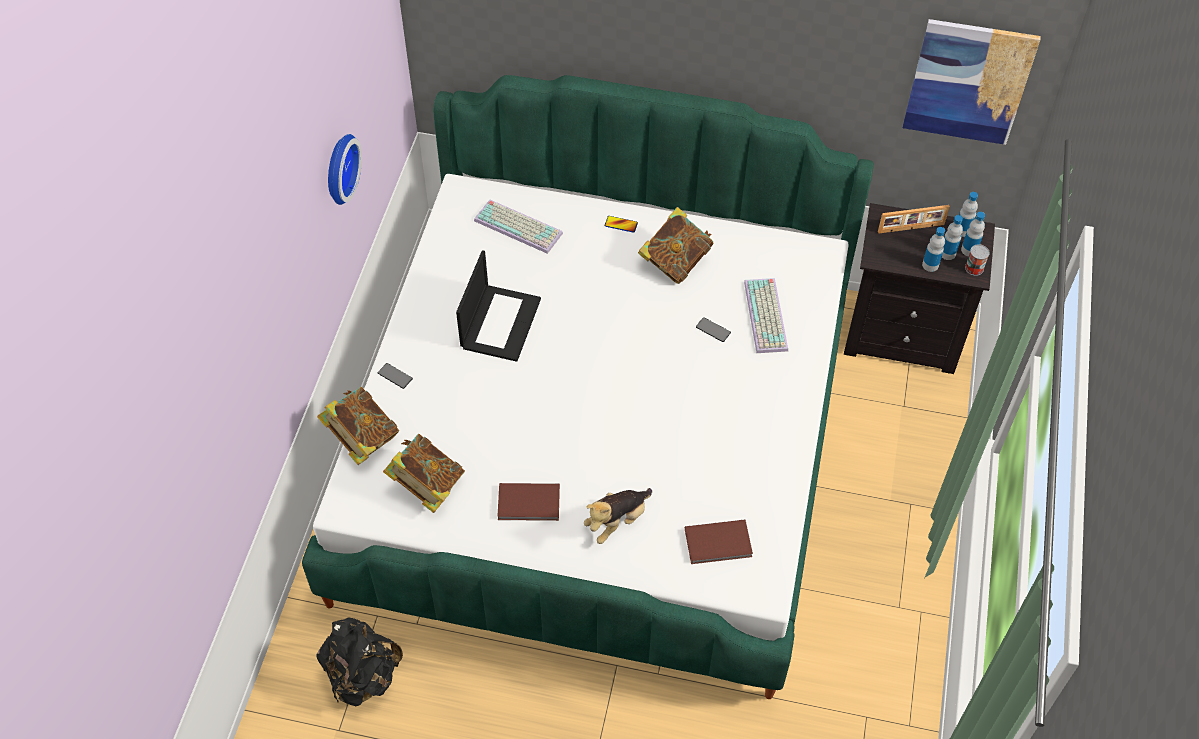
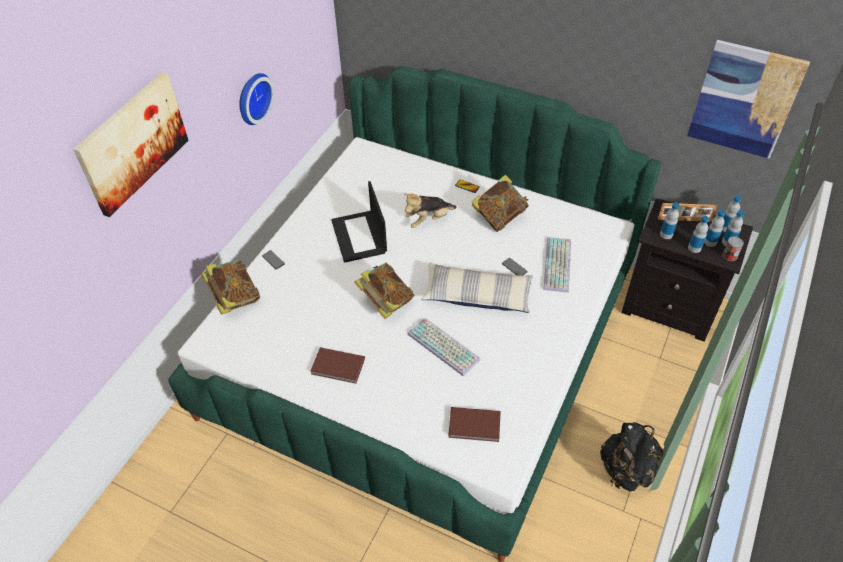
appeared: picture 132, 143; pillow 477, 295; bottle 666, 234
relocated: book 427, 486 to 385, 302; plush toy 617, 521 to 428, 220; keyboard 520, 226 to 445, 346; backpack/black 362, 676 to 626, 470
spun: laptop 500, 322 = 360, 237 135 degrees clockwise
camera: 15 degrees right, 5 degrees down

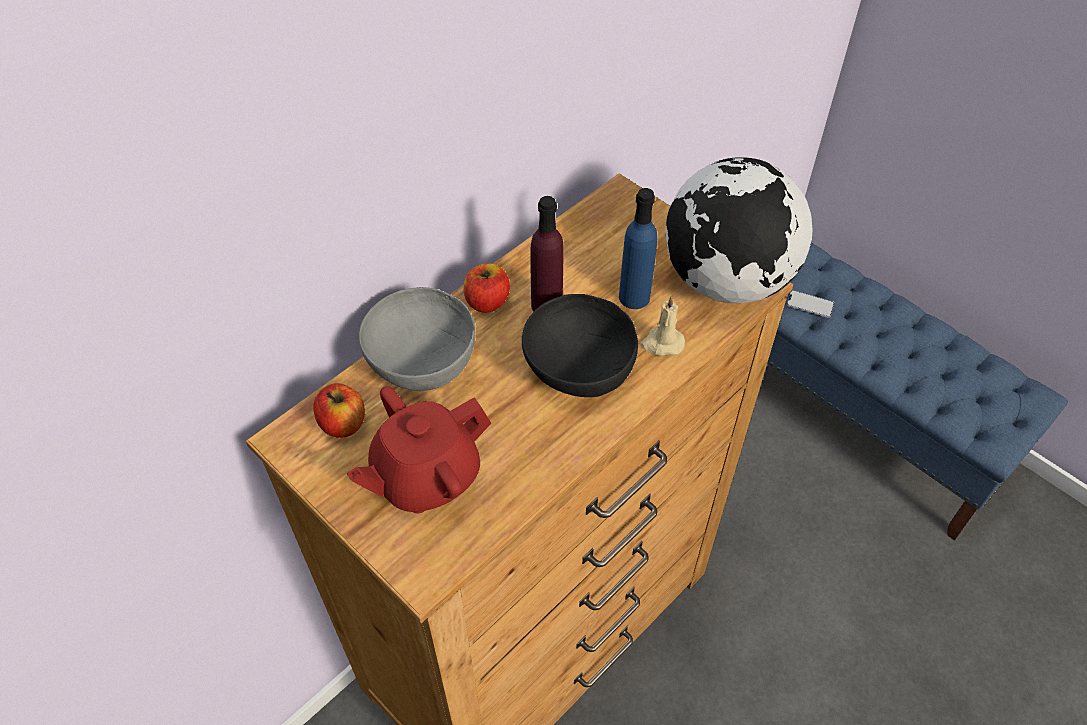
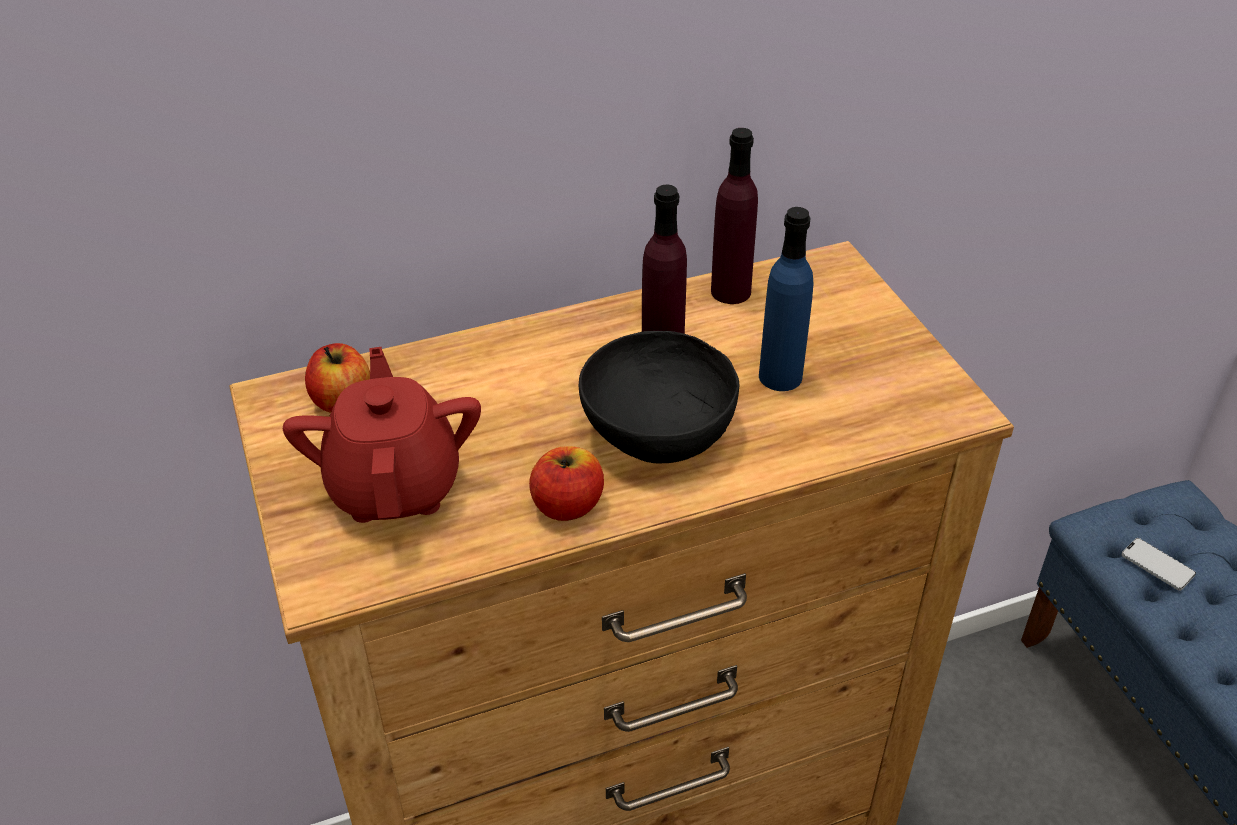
missing: bowl/grey 421, 360; candle/beige 662, 343; globe 726, 281
appeared: bottle/purple 730, 291
relocated: apple 487, 301 to 567, 505
spun: teapot/red 426, 477 = 395, 486 90 degrees clockwise
camera: 25 degrees right, 10 degrees down

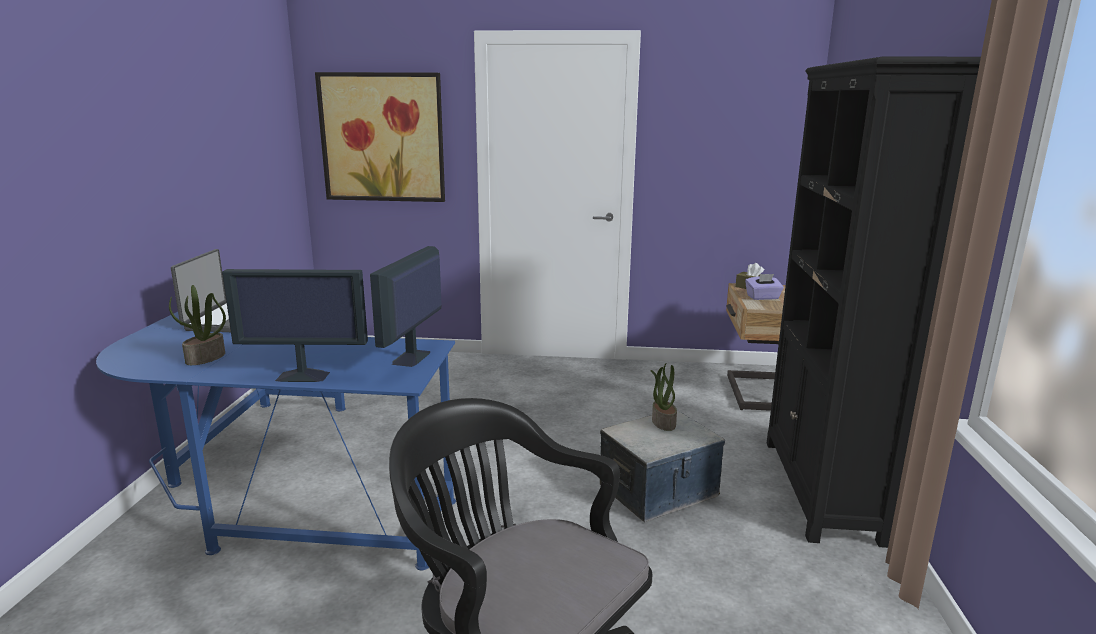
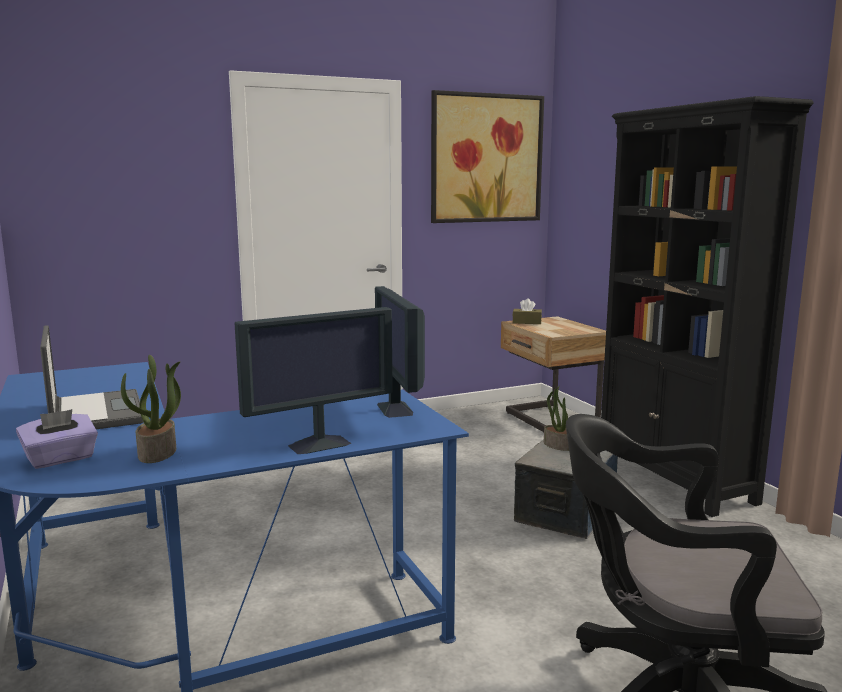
relocated: tissue box/purple 763, 297 to 60, 459; picture 382, 138 to 486, 158
camera: 30 degrees left, 5 degrees down

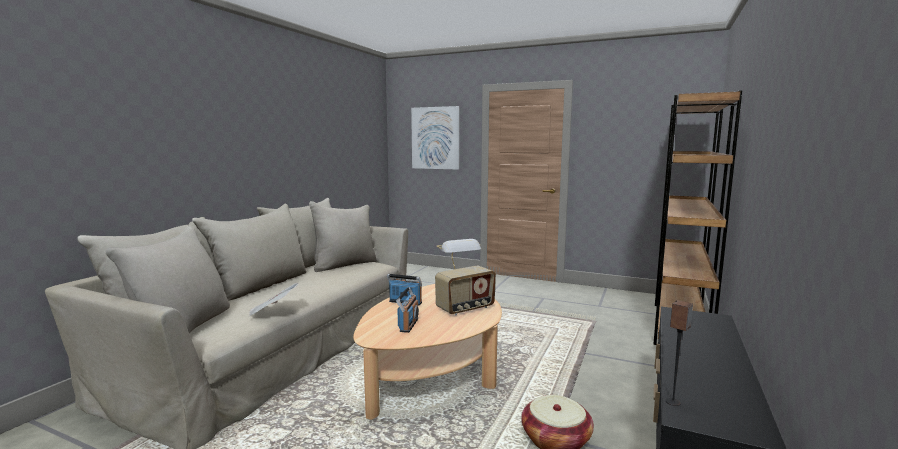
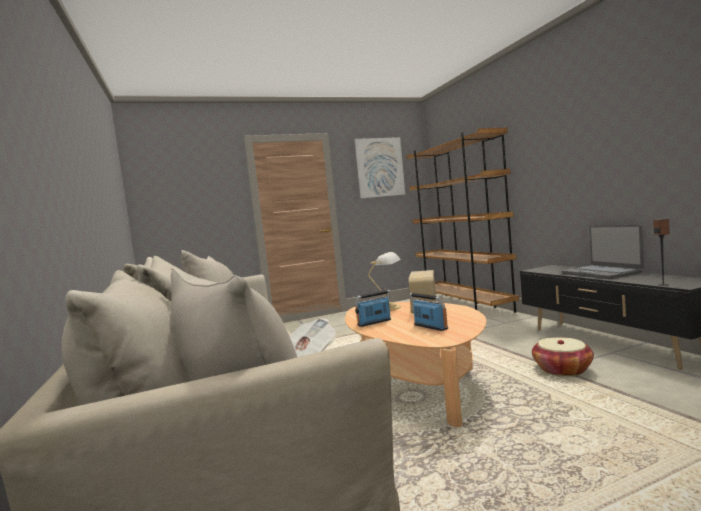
appeared: laptop 601, 273
relocated: picture 435, 138 to 380, 167
camera: 45 degrees left, 5 degrees down

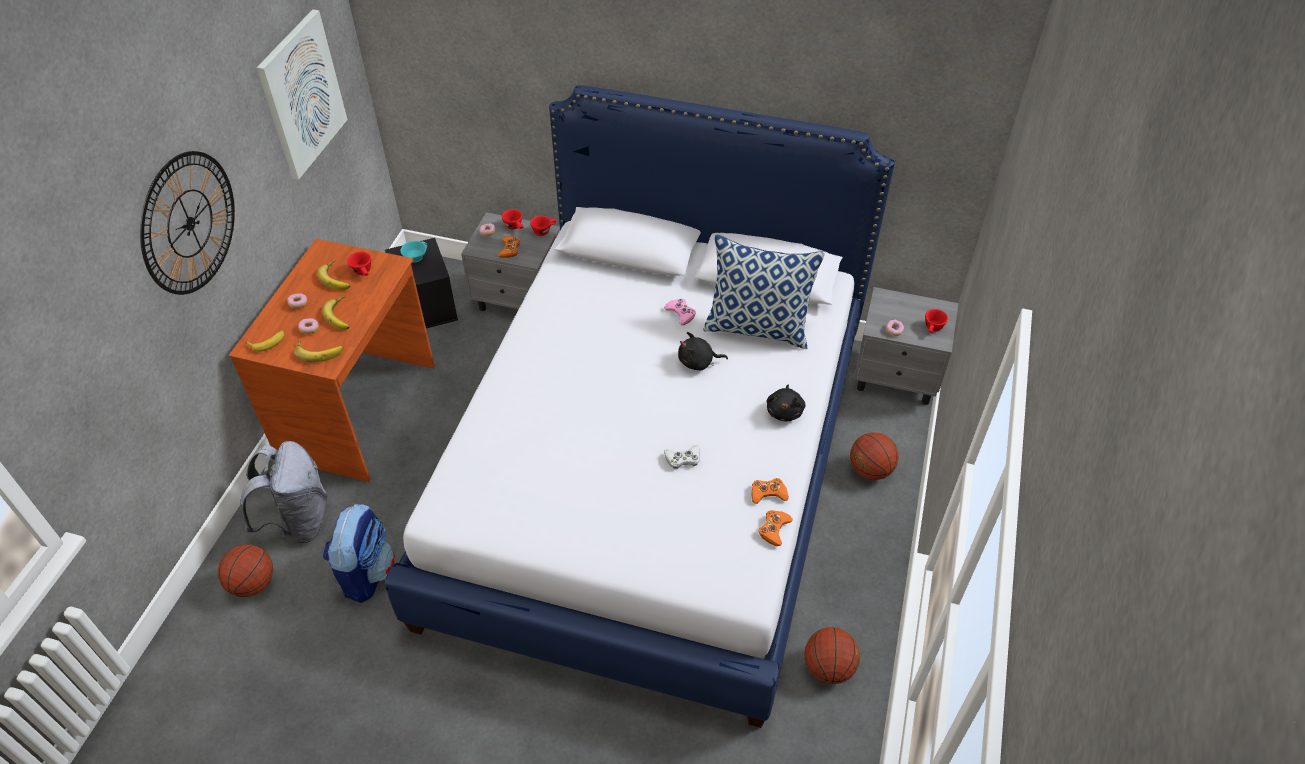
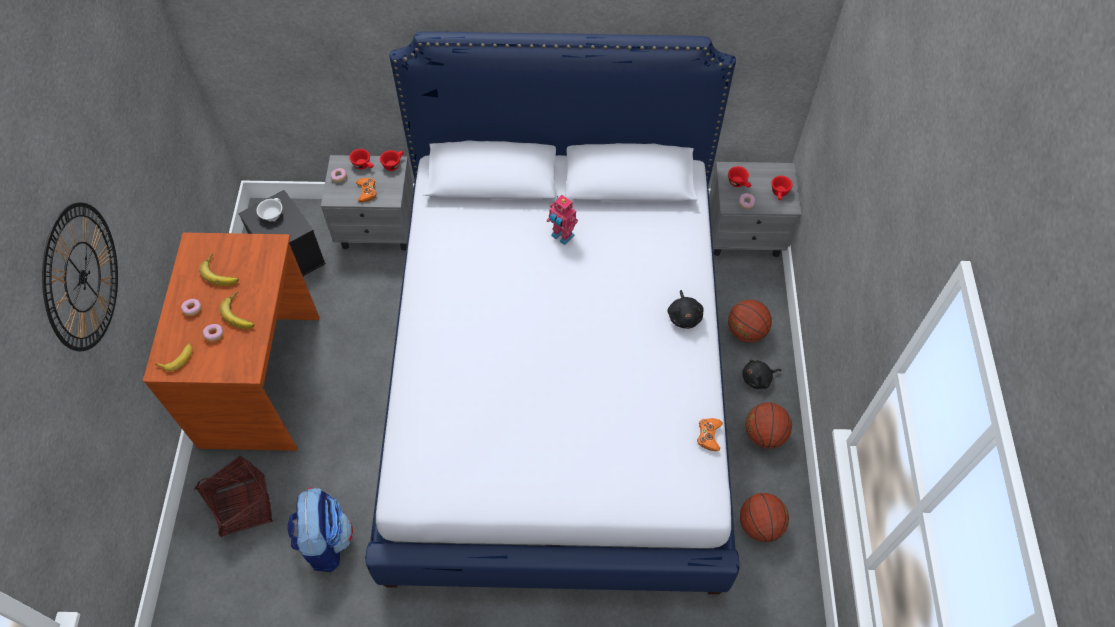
missing: picture 302, 95; banana 319, 351; game controller/white 683, 459; pillow 758, 328; game controller/orange 768, 493
relocated: cup/red 363, 272 to 739, 183; plush toy/black 698, 362 to 758, 378; basketball 253, 583 to 764, 434
exchanged: backpack/grey 299, 521 to basket 243, 506; game controller/pink 681, 313 to toy robot 561, 236
colour: cup/turquoise 415, 256 to cup/white 271, 214
camera: 15 degrees left, 10 degrees up

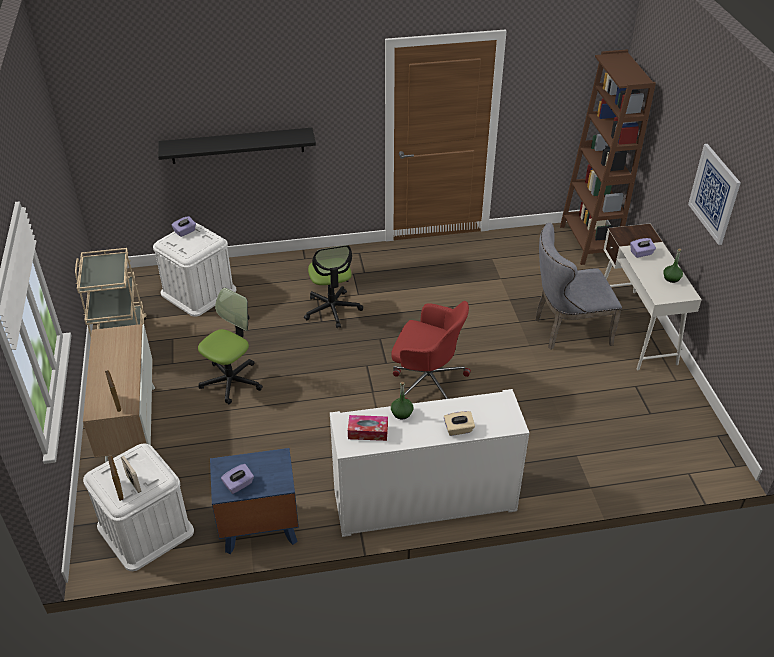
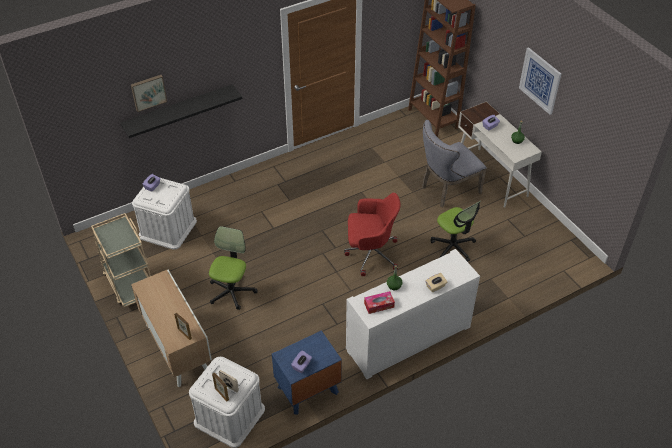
appeared: picture 148, 92
relocated: office chair 332, 309 to 453, 247
camera: 20 degrees left, 5 degrees up

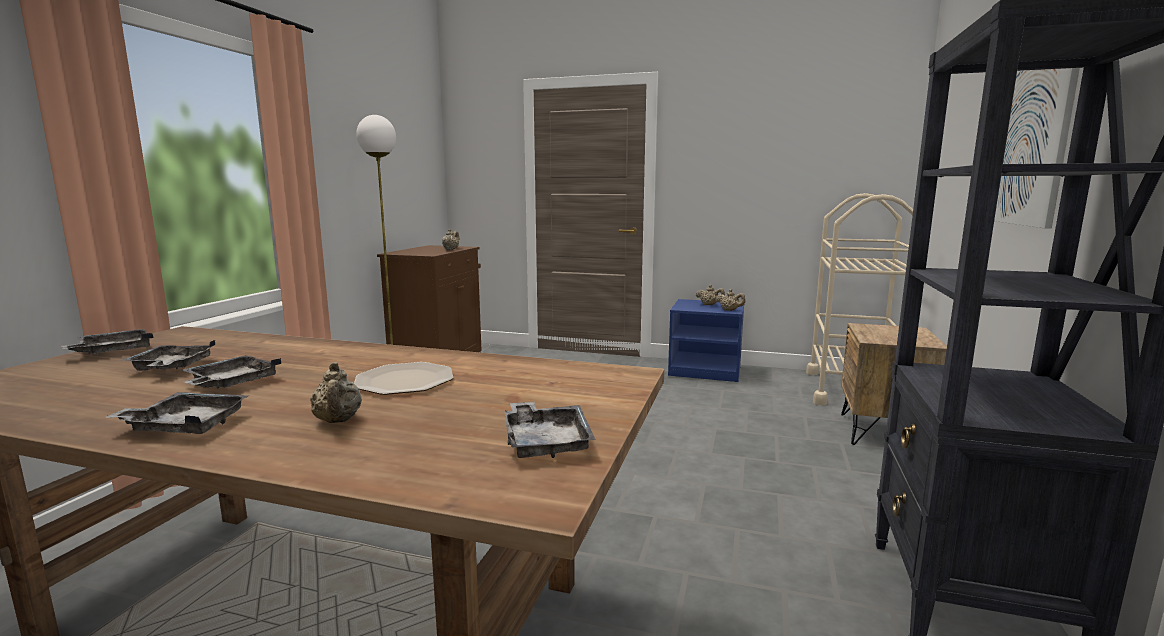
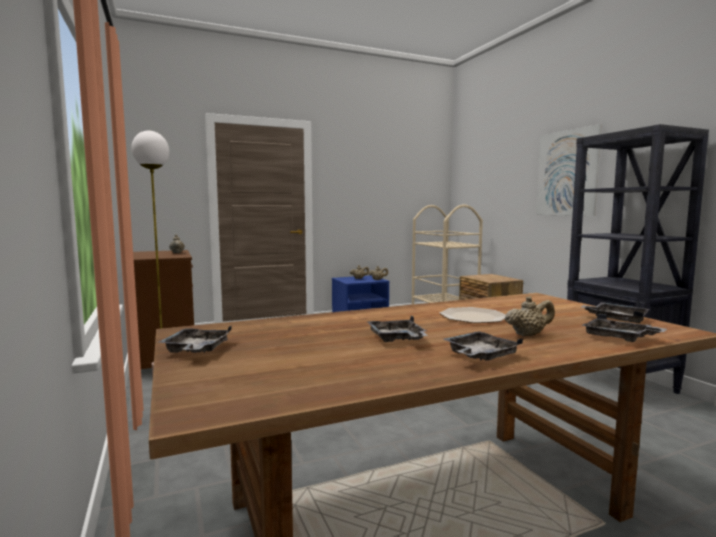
relocated: tray/grey 171, 367 to 619, 338
spun: teapot/beige 338, 421 = 528, 335 45 degrees counterclockwise
camera: 40 degrees left, 5 degrees down

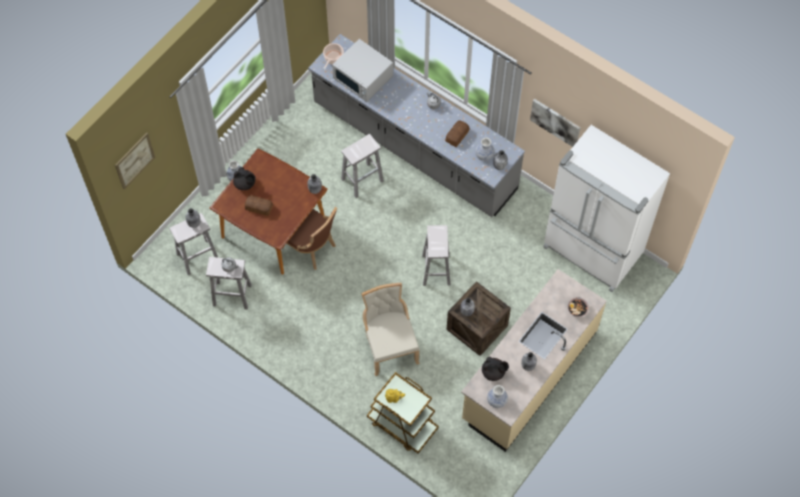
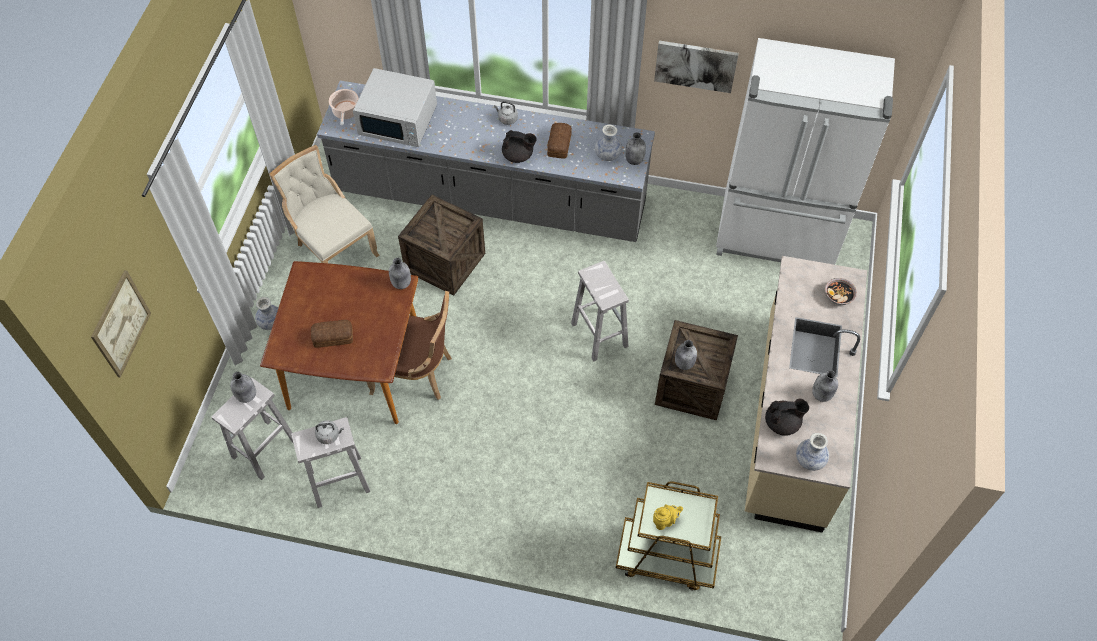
relocated: chair/beige 389, 345 to 333, 250; teapot/black 245, 184 to 518, 156
exchanged: stool/white 362, 180 to crate 445, 262
camera: 25 degrees left, 5 degrees down

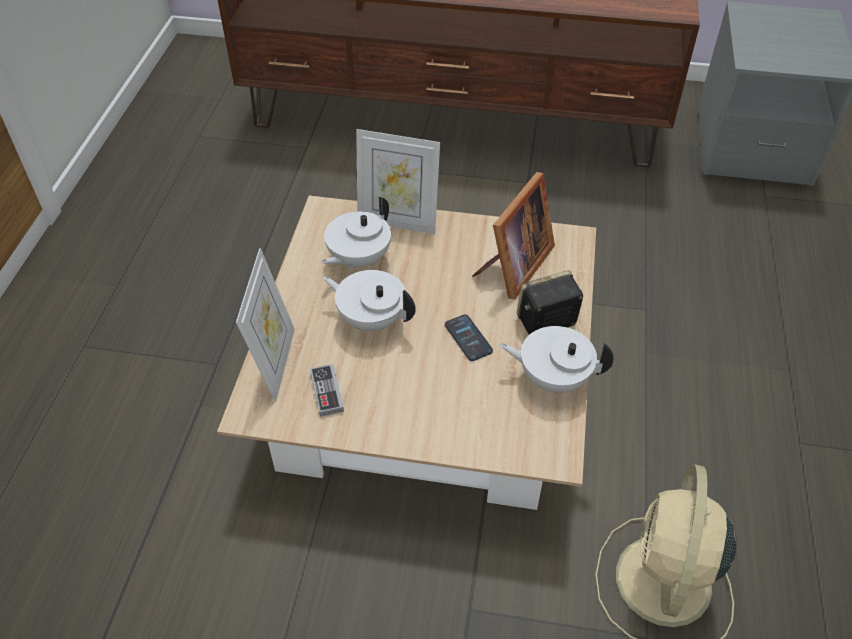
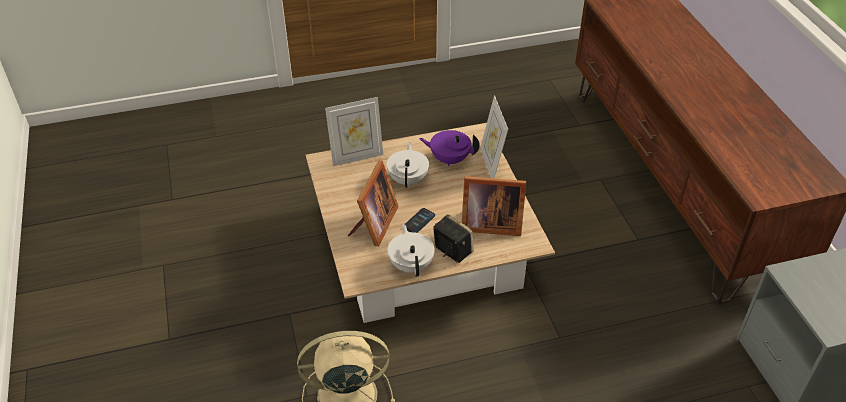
missing: game controller 327, 392
appeared: picture frame 373, 225
colour: teapot/white 358, 259 to teapot/purple 449, 159
camera: 65 degrees right, 5 degrees down

